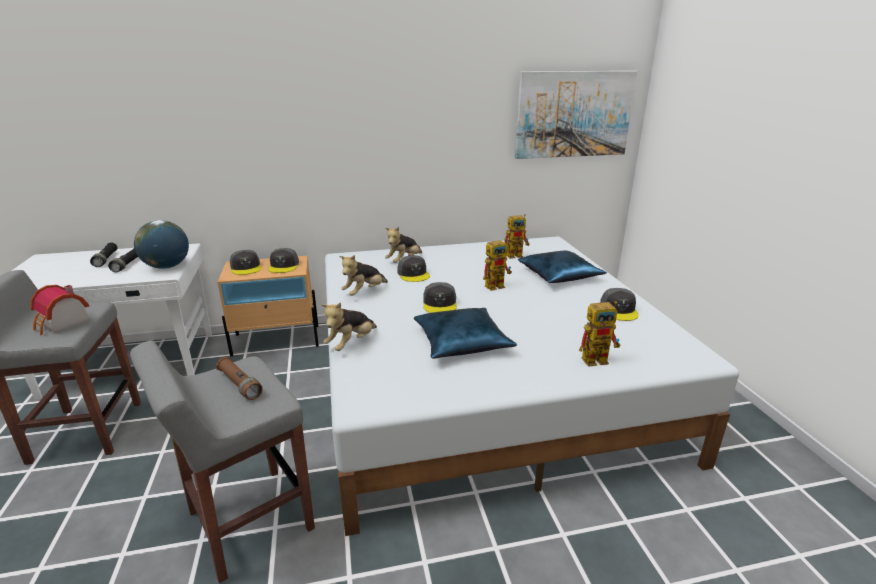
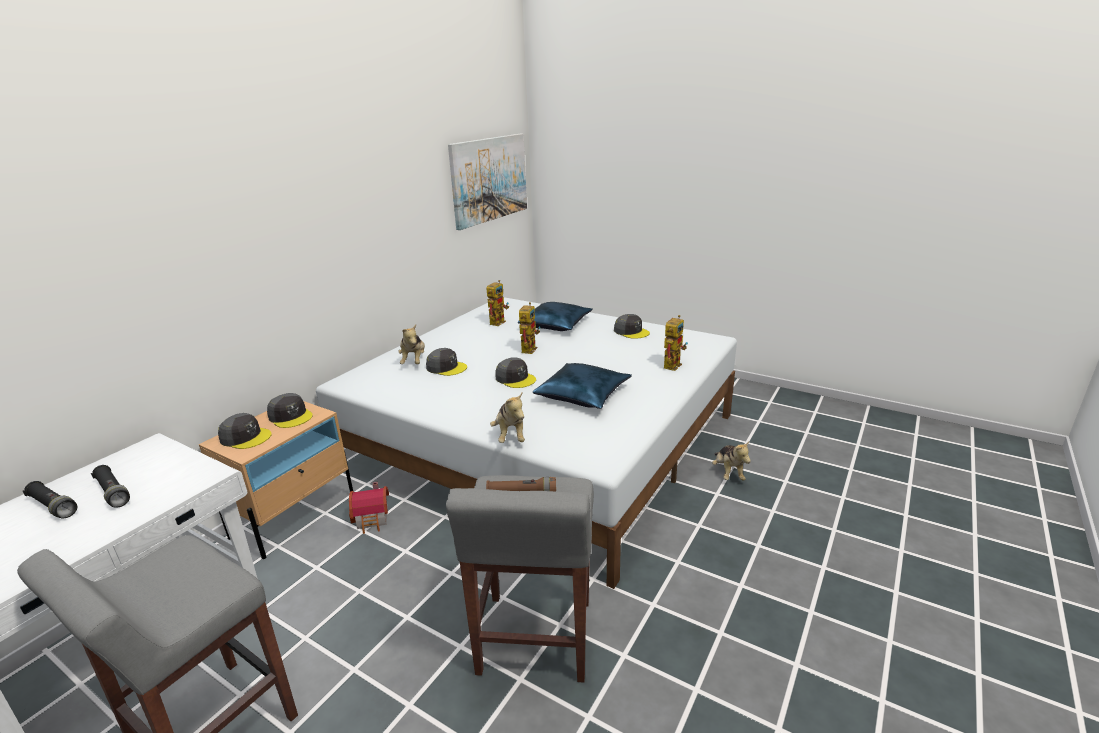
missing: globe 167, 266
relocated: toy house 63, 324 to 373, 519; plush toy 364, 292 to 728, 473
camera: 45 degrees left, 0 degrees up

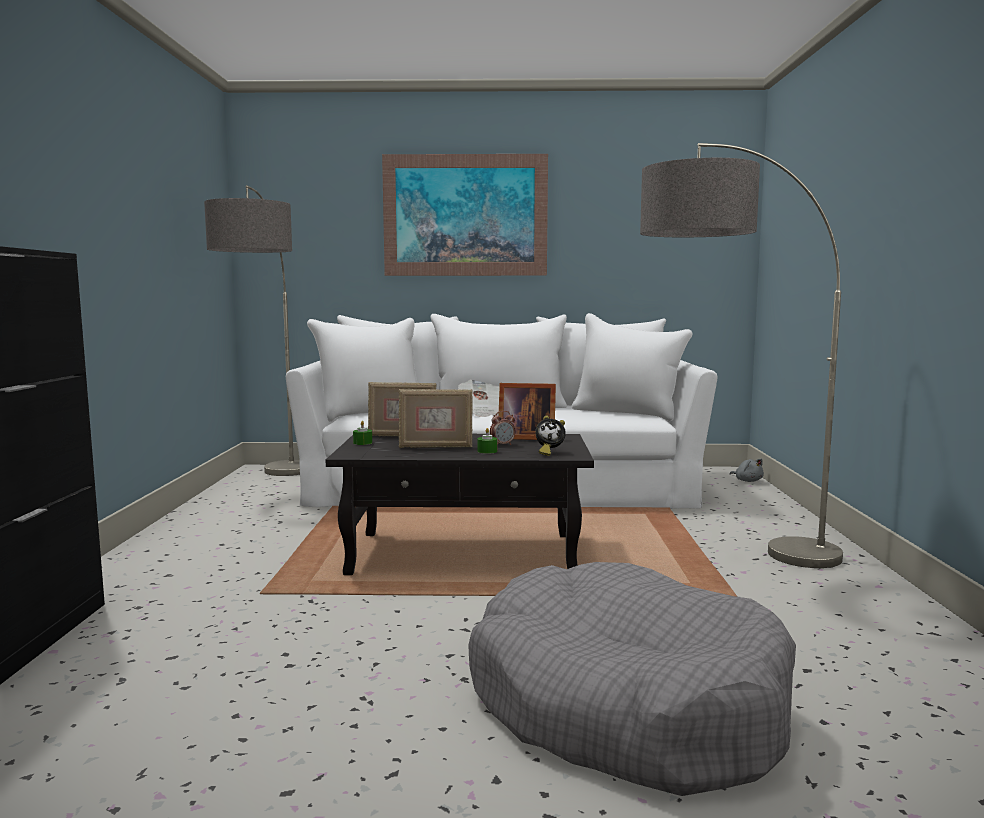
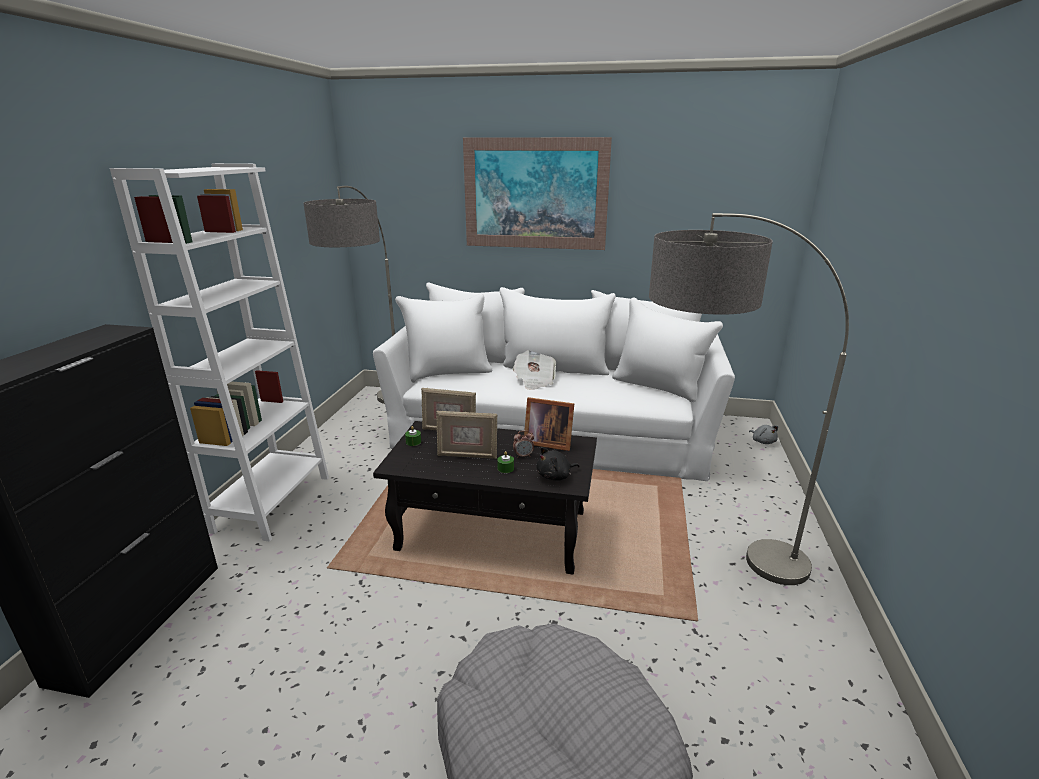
appeared: bookcase/white 273, 503
exchanged: alarm clock 549, 452 to plush toy/black 555, 476
camera: 10 degrees right, 15 degrees up

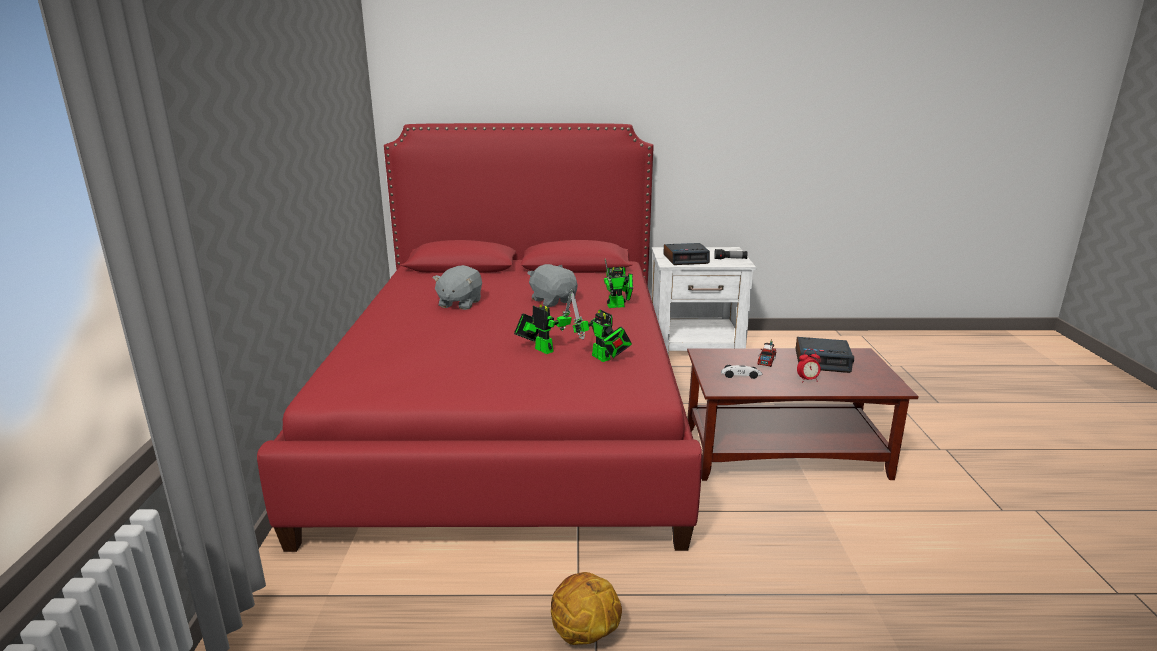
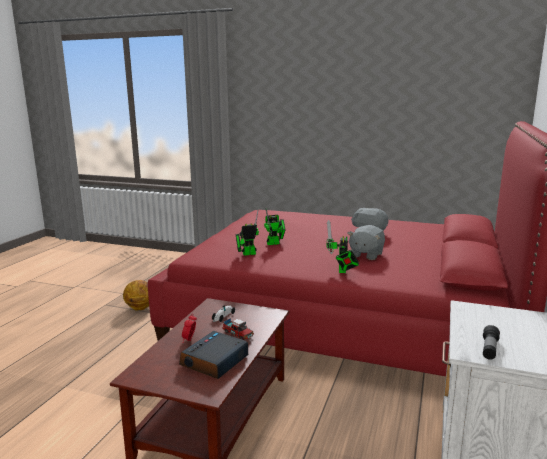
missing: alarm clock 686, 259
spun: plush toy/grey 553, 300 = 366, 255 135 degrees clockwise
camera: 110 degrees right, 5 degrees down

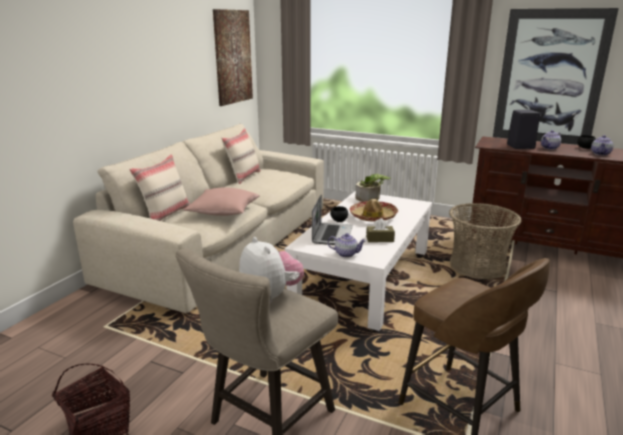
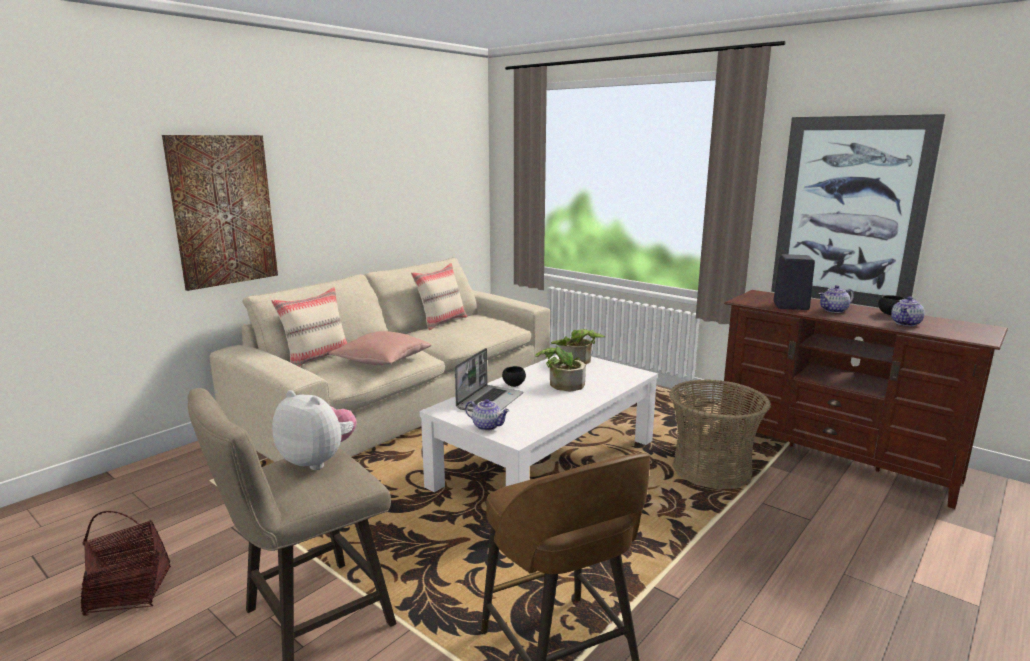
missing: tissue box/brown 380, 239
relocated: picture 233, 57 to 223, 211
exchanged: hat 373, 216 to potted plant 562, 384
spun: plush toy 271, 296 = 318, 460 45 degrees counterclockwise
camera: 15 degrees right, 5 degrees down

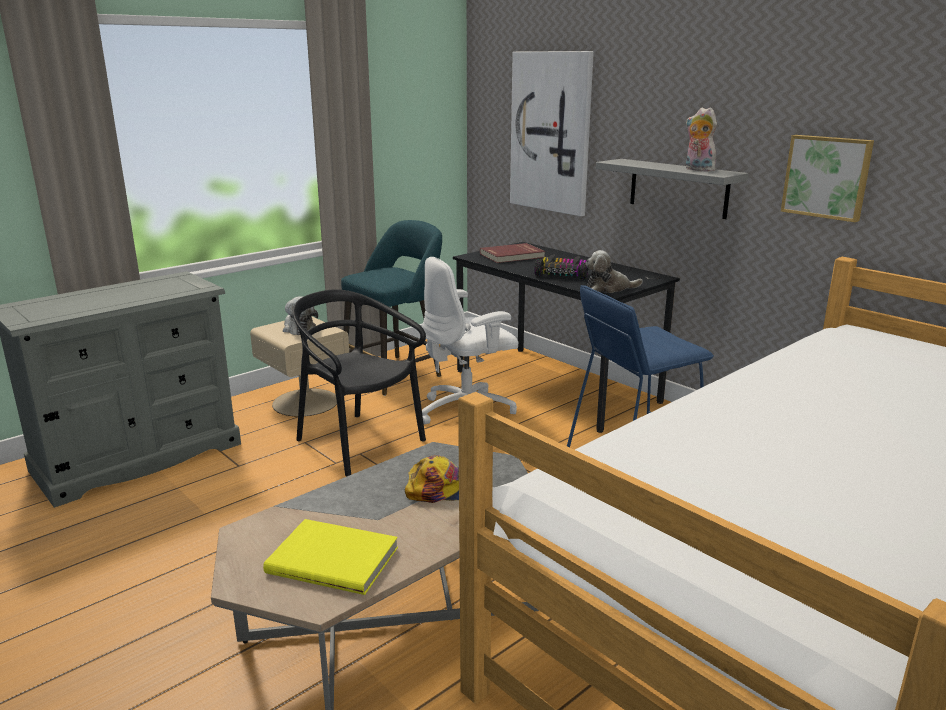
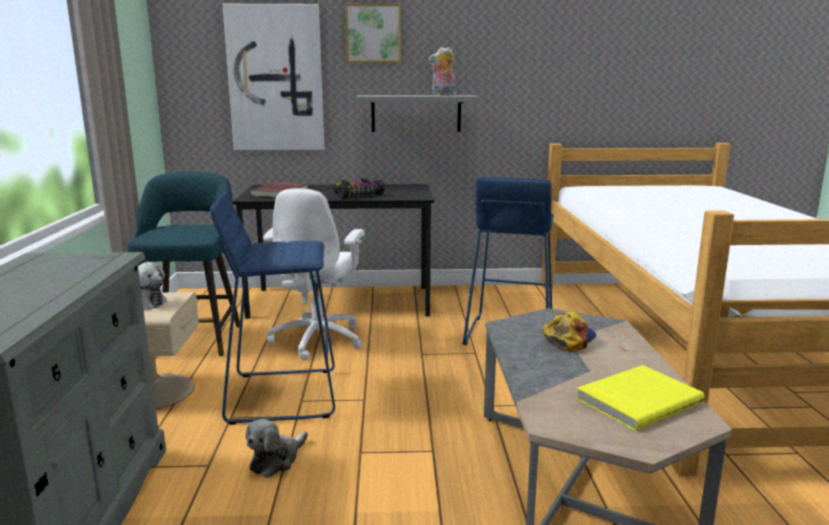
relocated: plush toy 609, 288 to 276, 460; picture 827, 177 to 373, 33
exchanged: chair/black 358, 443 to stool/blue 282, 395
camera: 50 degrees left, 5 degrees down

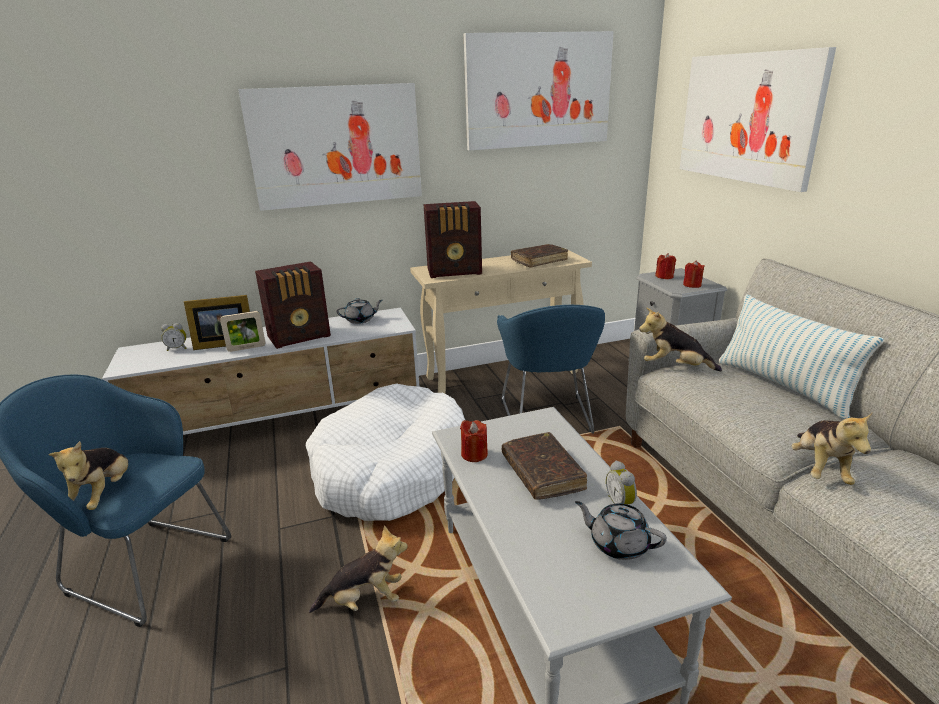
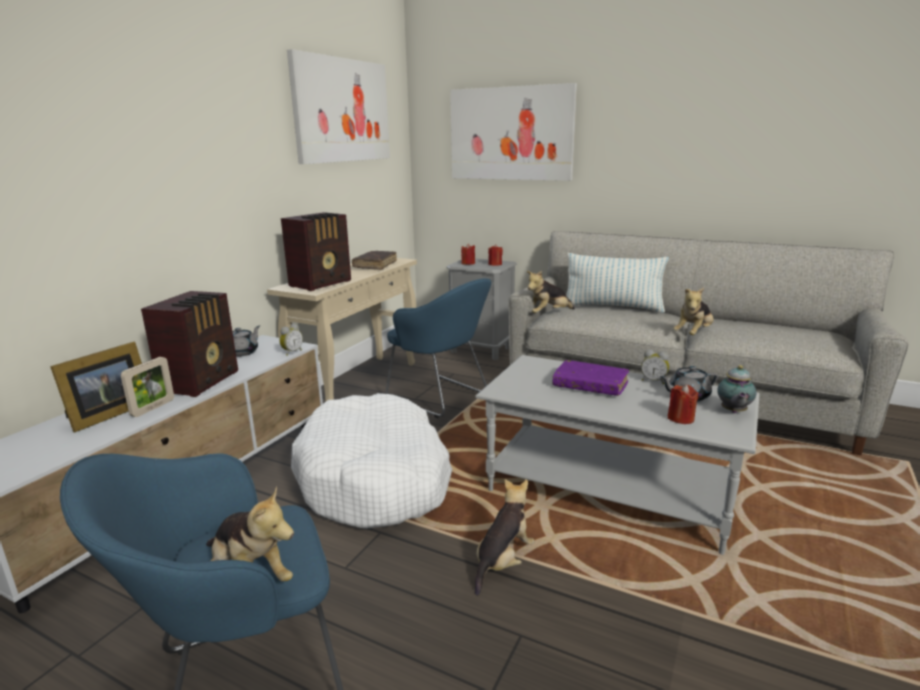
missing: picture 336, 146
appeared: teapot 733, 412
relocated: alarm clock 177, 348 to 291, 352; candle/red 474, 454 to 680, 418
colour: book/brown 542, 473 to book/purple 590, 385
spun: plush toy 820, 469 = 693, 334 75 degrees clockwise
camera: 45 degrees left, 5 degrees down

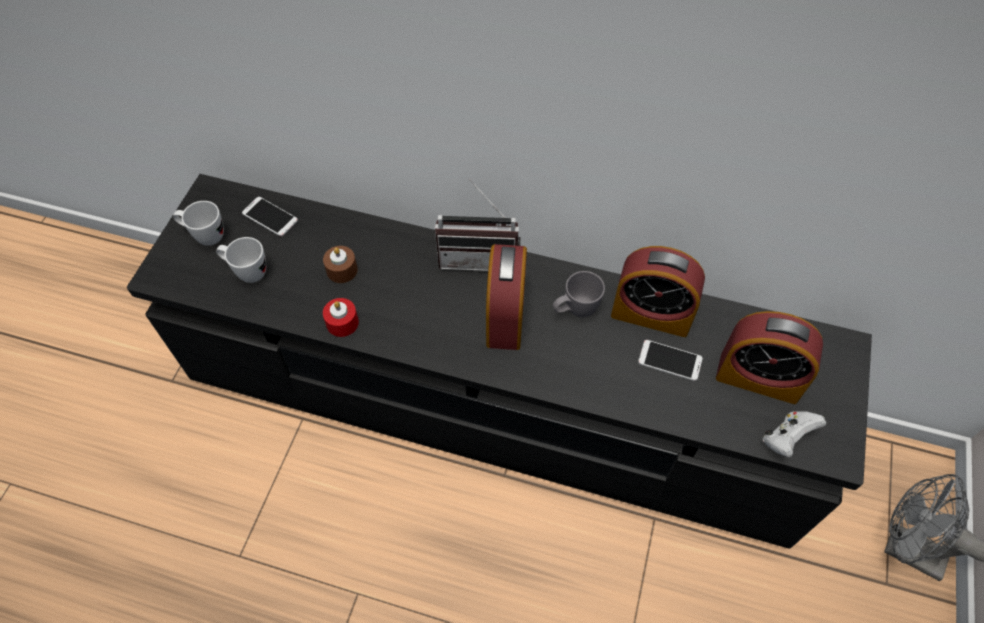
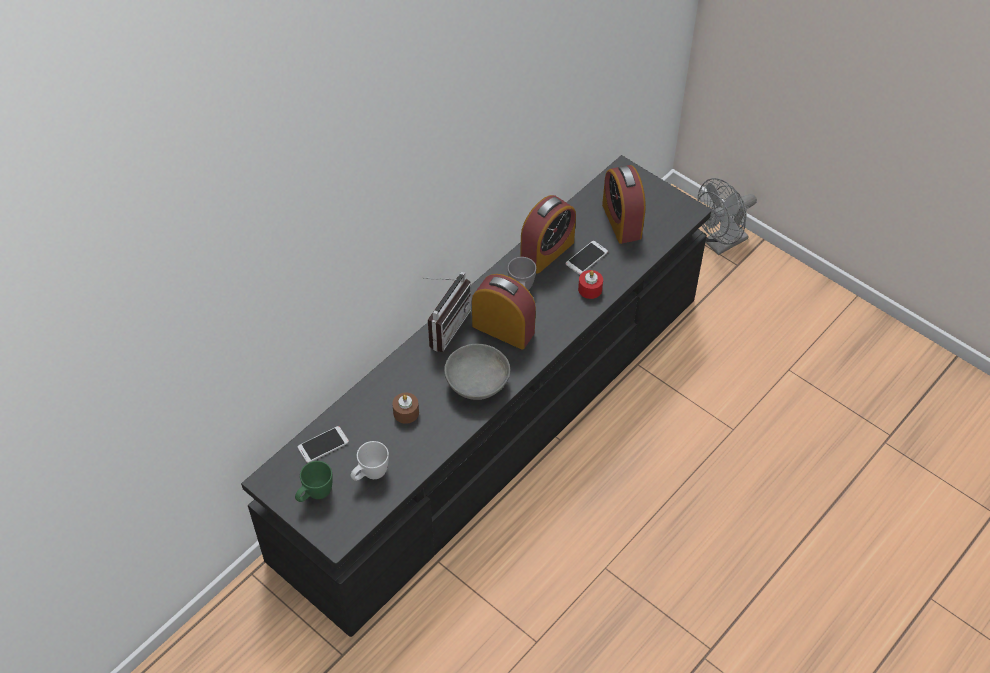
missing: game controller/white 786, 438
appeared: bowl/grey 477, 383
relocated: candle/red 342, 323 to 590, 289
colour: mug/white 204, 236 to mug/green 315, 495
spun: alarm clock 758, 377 = 621, 221 120 degrees clockwise
camera: 65 degrees left, 5 degrees down

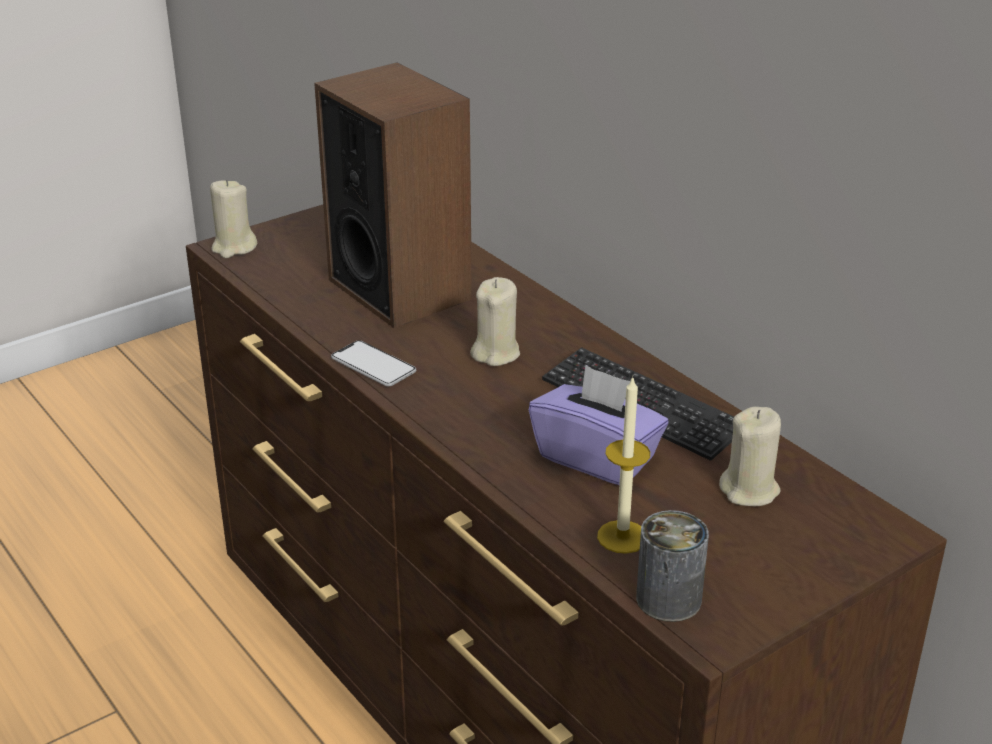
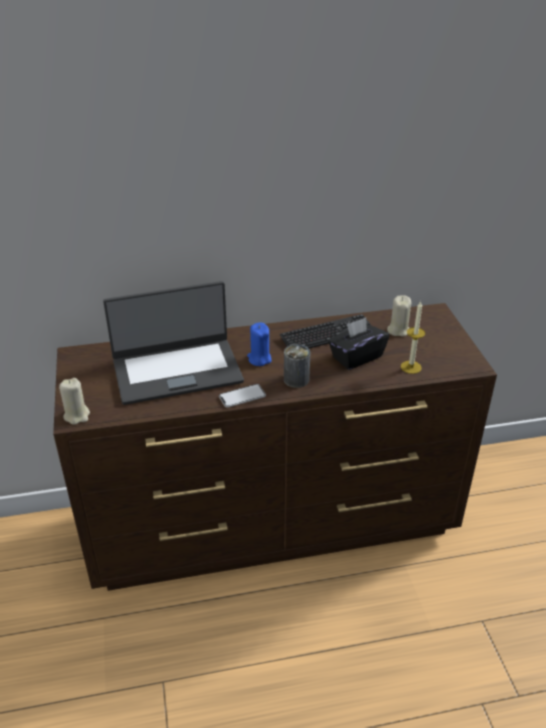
relocated: can 668, 599 to 296, 379
exchanged: speaker 400, 289 to laptop 177, 370
colour: candle/beige 496, 353 to candle/blue 259, 359; tissue box/purple 597, 458 to tissue box/black 356, 357
camera: 65 degrees left, 5 degrees up

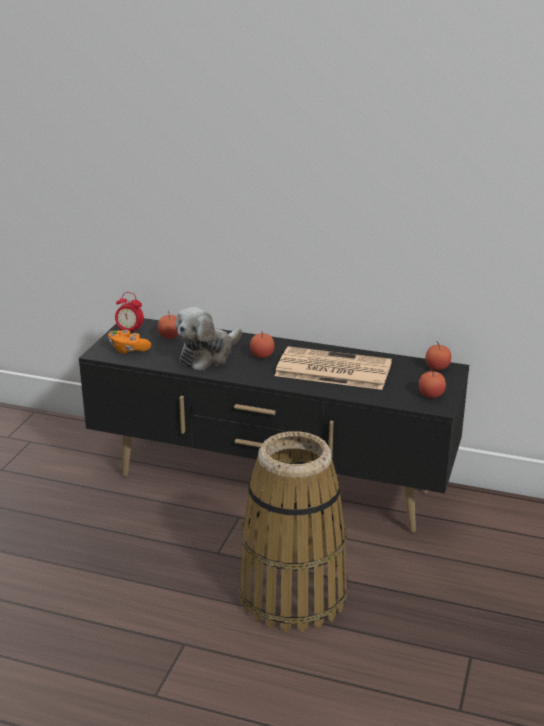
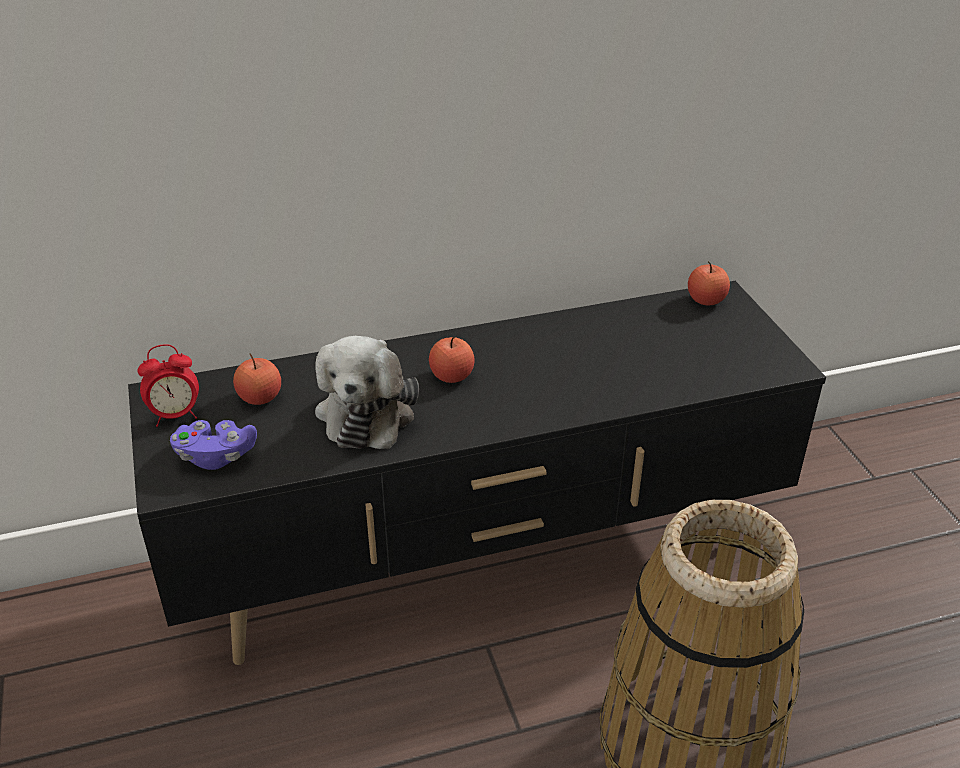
missing: newspaper 331, 370; apple 431, 395
colour: game controller/orange 128, 350 to game controller/purple 216, 456
camera: 35 degrees left, 10 degrees up

